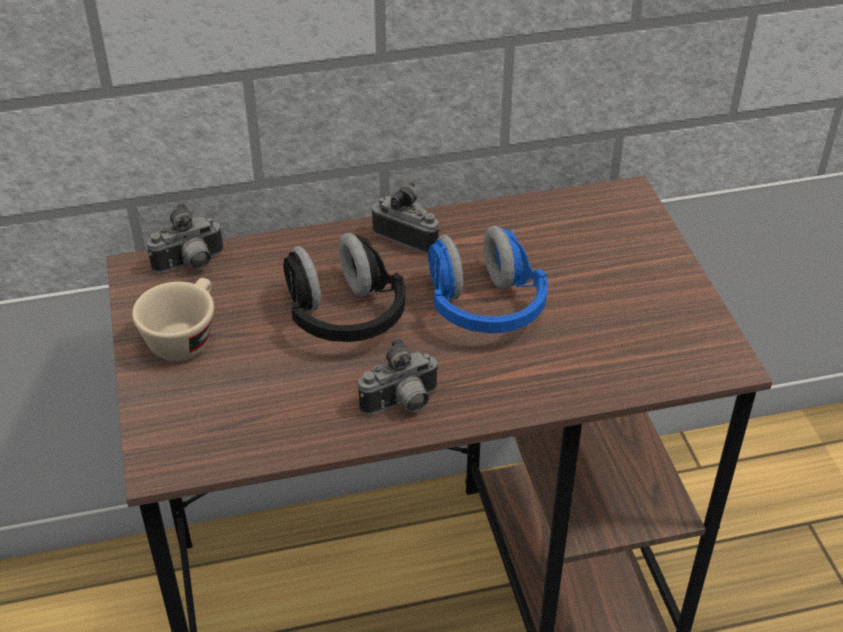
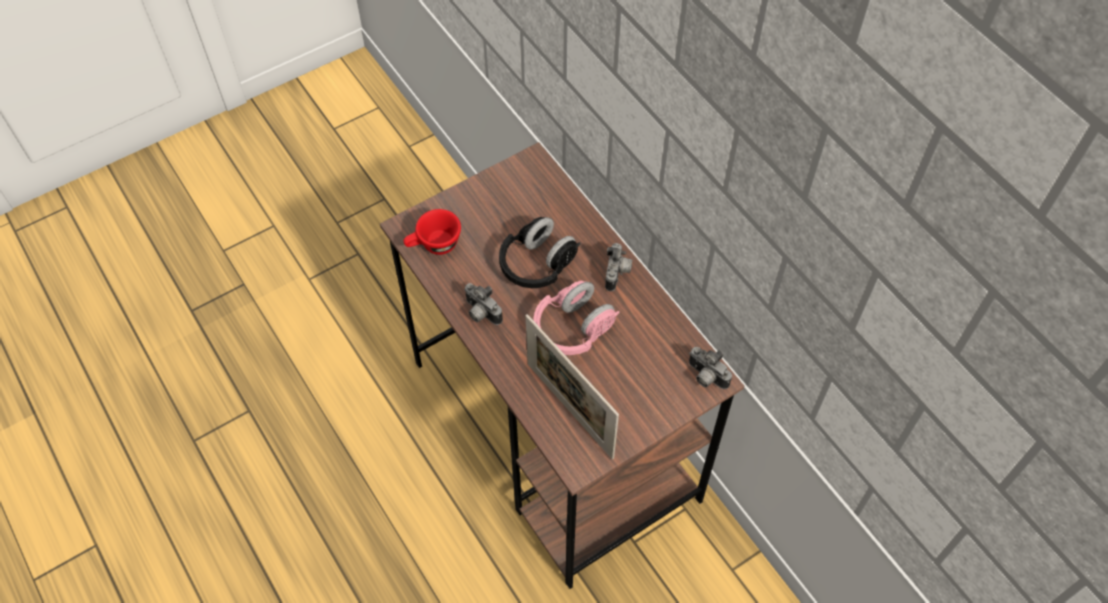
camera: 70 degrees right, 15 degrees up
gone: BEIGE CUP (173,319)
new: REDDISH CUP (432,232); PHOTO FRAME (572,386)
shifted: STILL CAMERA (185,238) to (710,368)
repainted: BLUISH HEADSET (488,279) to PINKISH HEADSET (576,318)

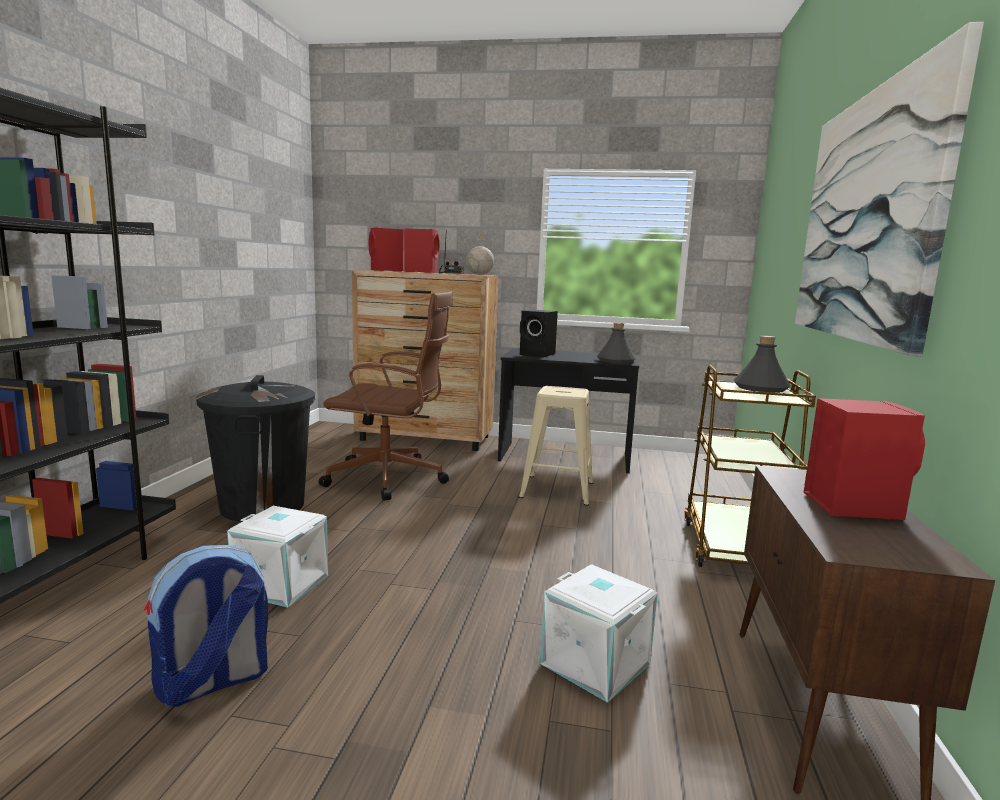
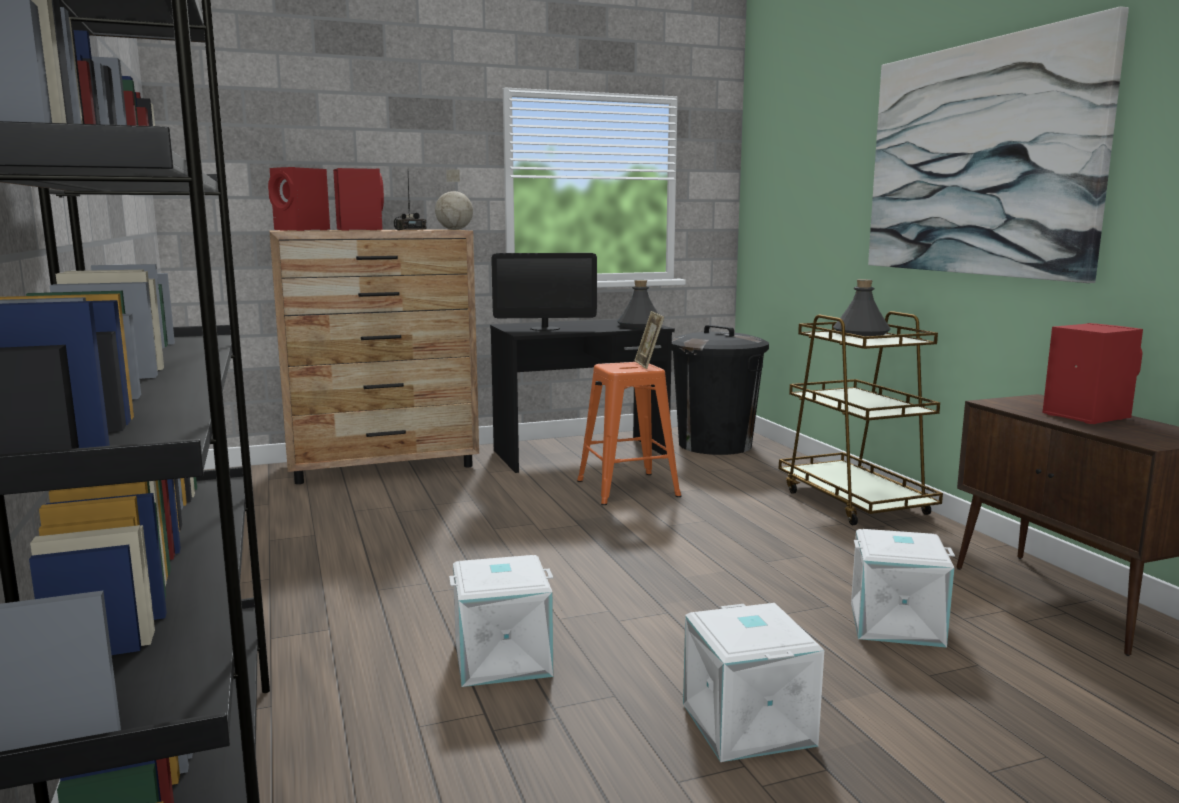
camera: 30 degrees left, 0 degrees up
gone: RUCKSACK (206,626); BROWN OFFICE CHAIR (386,396)
new: PHOTO FRAME (649,340); WHITISH STORAGE BOX (753,682)
shifted: BLACKISH WASTE BIN (255,448) to (720,390)
swapped: BLACKISH AUDIO SPEAKER (539,333) to MONITOR (544,292)
repainted: BEIGE STOOL (556,446) to ORANGEY STOOL (629,433)

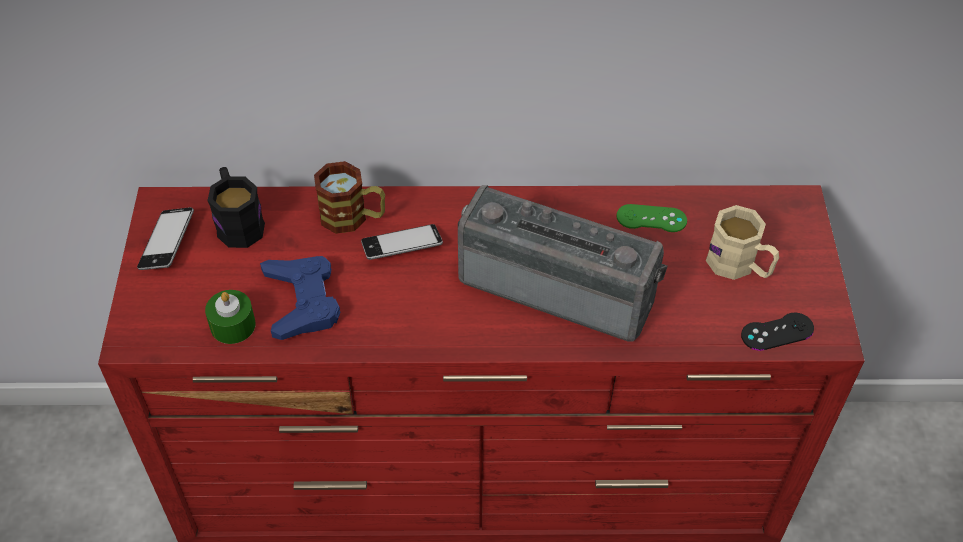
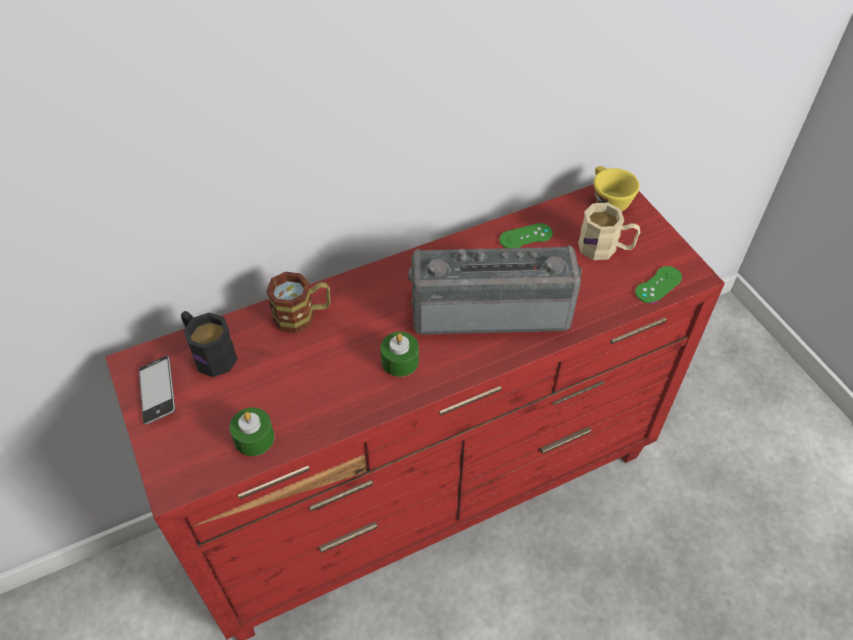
camera: 25 degrees left, 0 degrees up
gone: BLUISH GAME CONTROLLER (300,298); PHONE (402,242)
new: GREENISH WAX LIGHT (400,354); YELLOW-COLOURED CUP (617,188)
repainted: BLACKISH GAME CONTROLLER (777,332) to GREENISH GAME CONTROLLER (658,284)

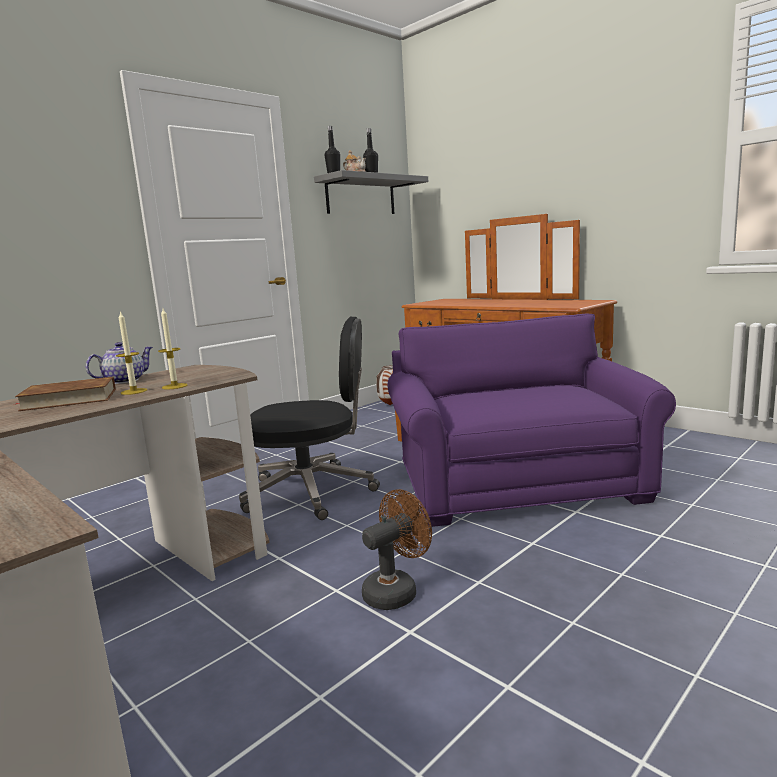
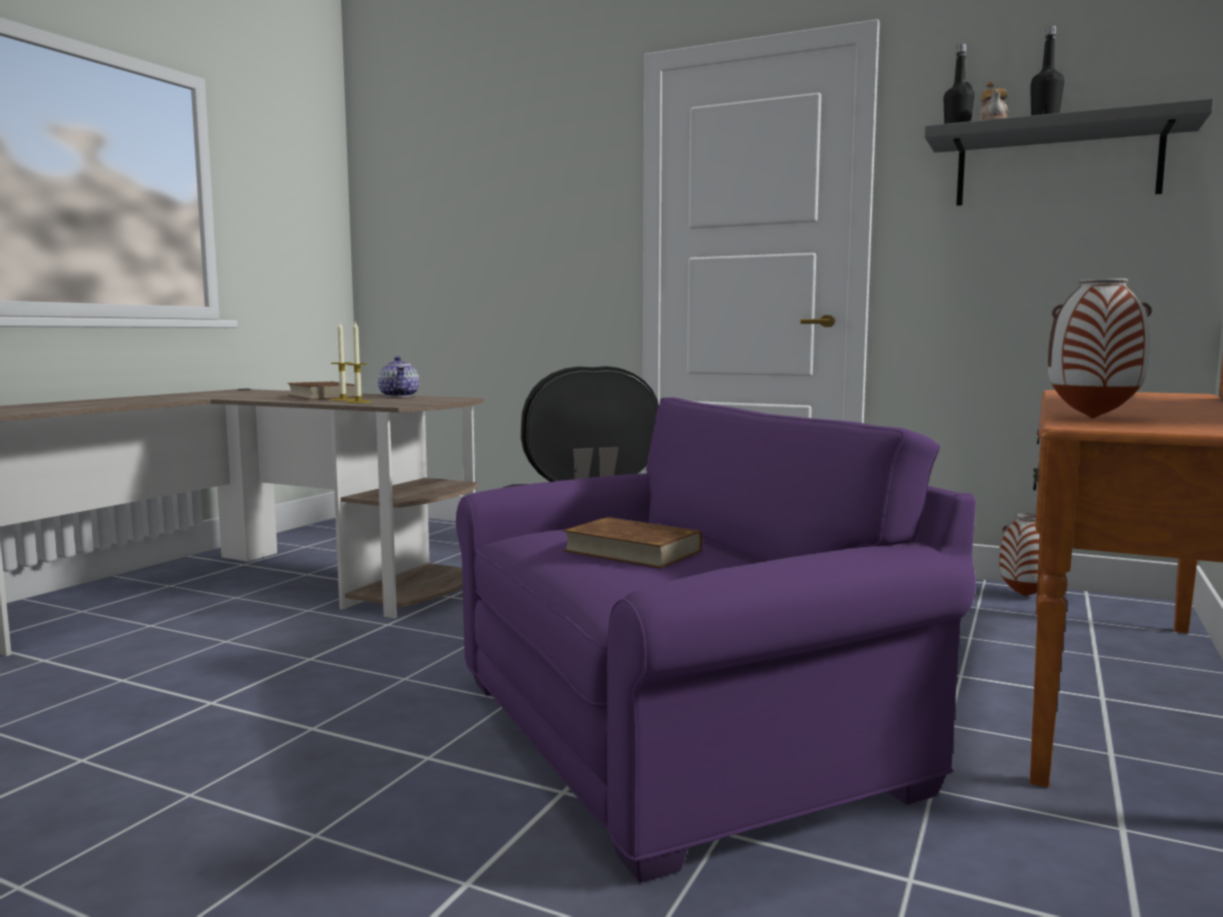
camera: 70 degrees right, 5 degrees down
gone: BROWN FAN (397,549)
new: BROWN BOUND BOOK (633,542); VASE (1100,348)
rotated: TEAPOT (119,363) = (398,376) 45 degrees clockwise

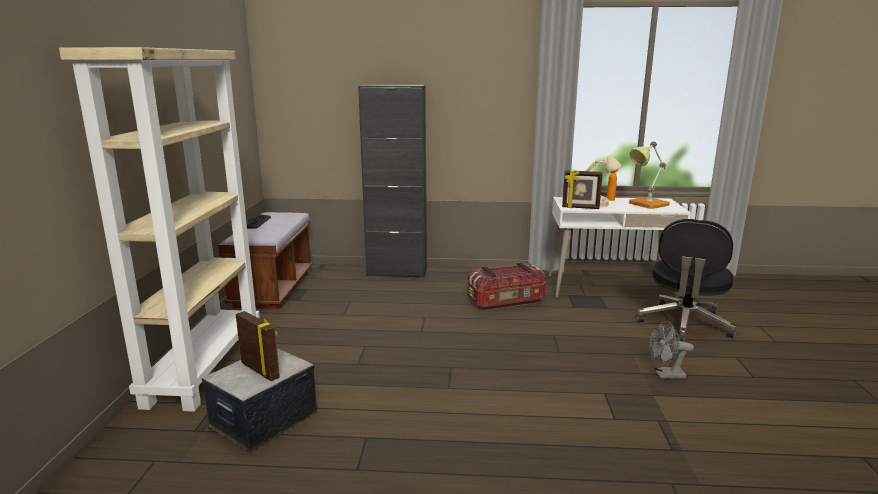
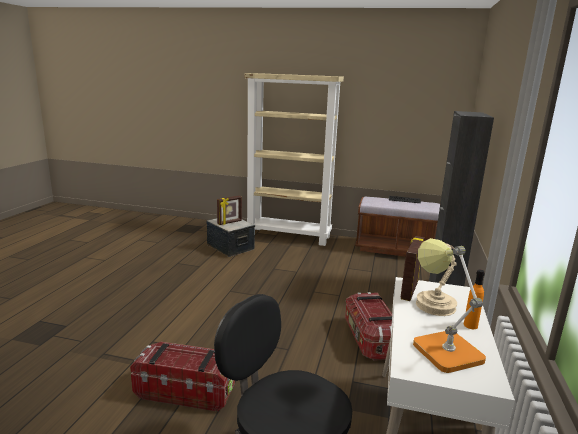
camera: 100 degrees right, 0 degrees up
swapped: GREY FAN (672,350) to STORAGE BOX (182,377)

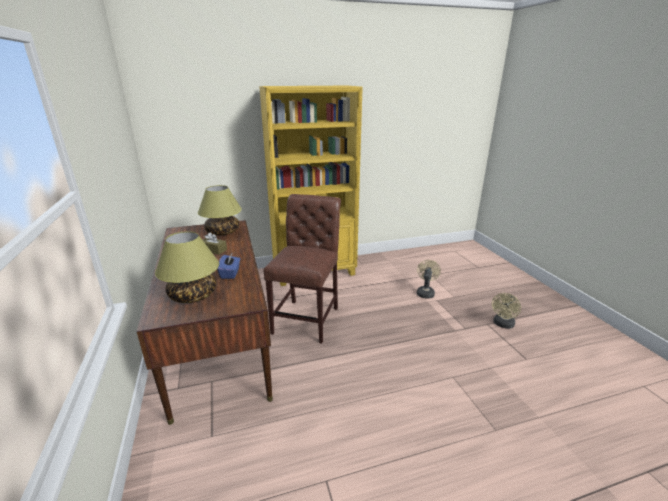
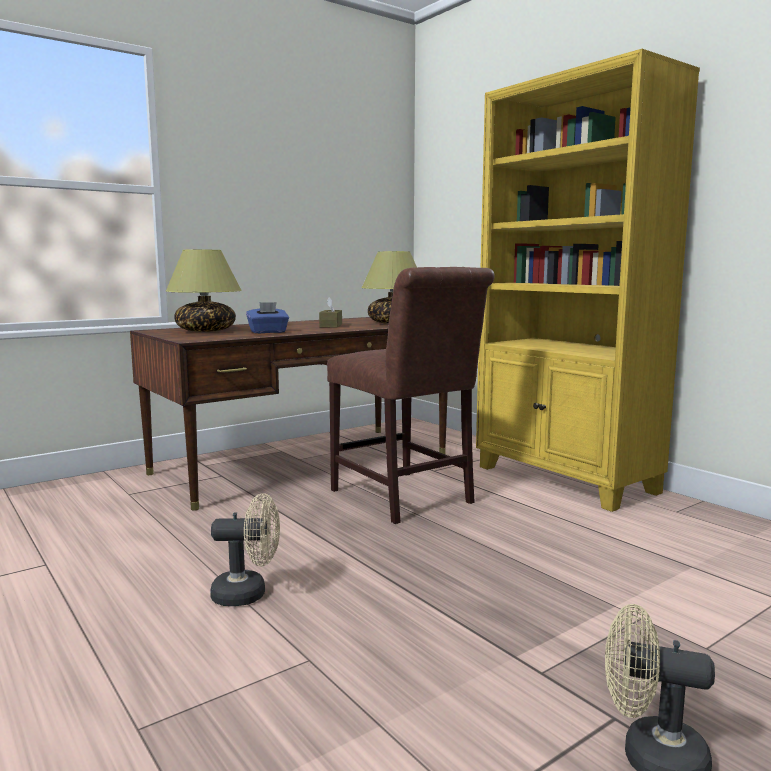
camera: 70 degrees right, 15 degrees down
shifted: BEIGE FAN (429,279) to (245,549)
rotated: BROWN UPRIGHT CHAIR (302,269) = (410,395) 60 degrees clockwise

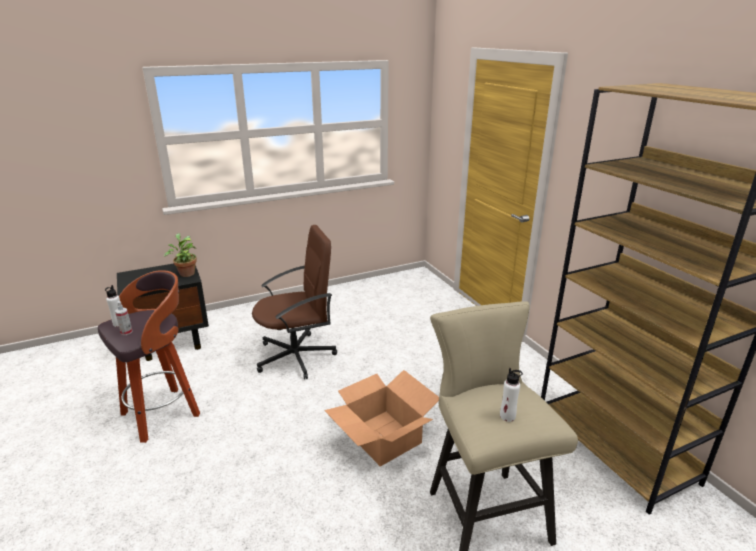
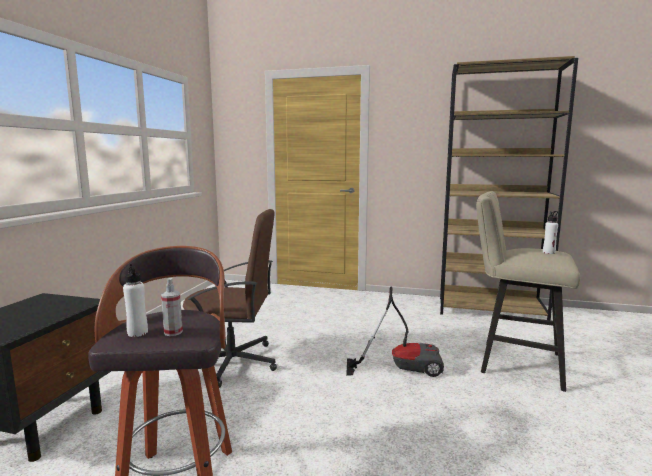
camera: 50 degrees left, 15 degrees down
gone: POTTED PLANT (180,255)
swapped: PACKING BOX (381,418) to HOOVER (395,331)
rotated: BROWN OFFICE CHAIR (294,302) = (230,298) 75 degrees clockwise

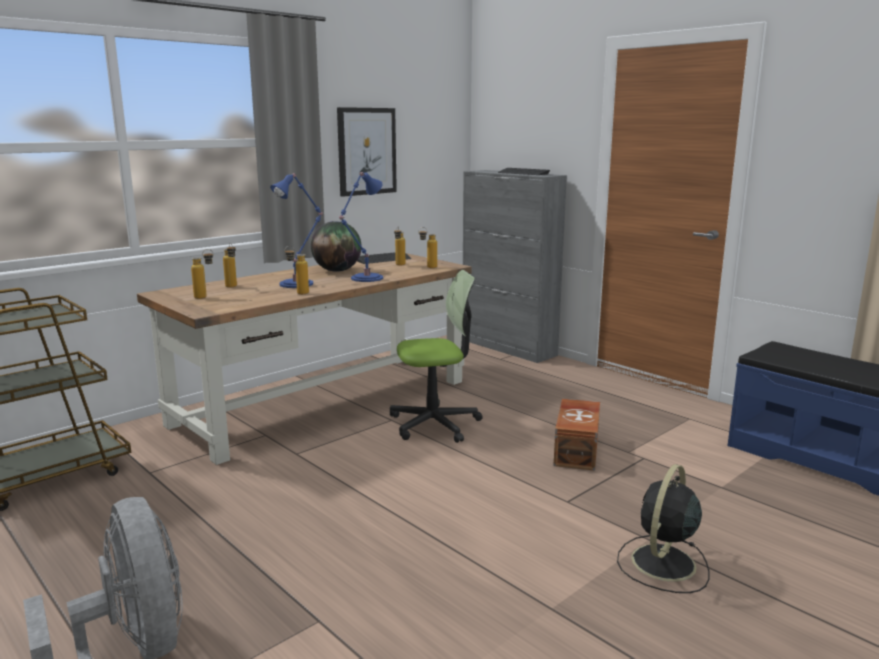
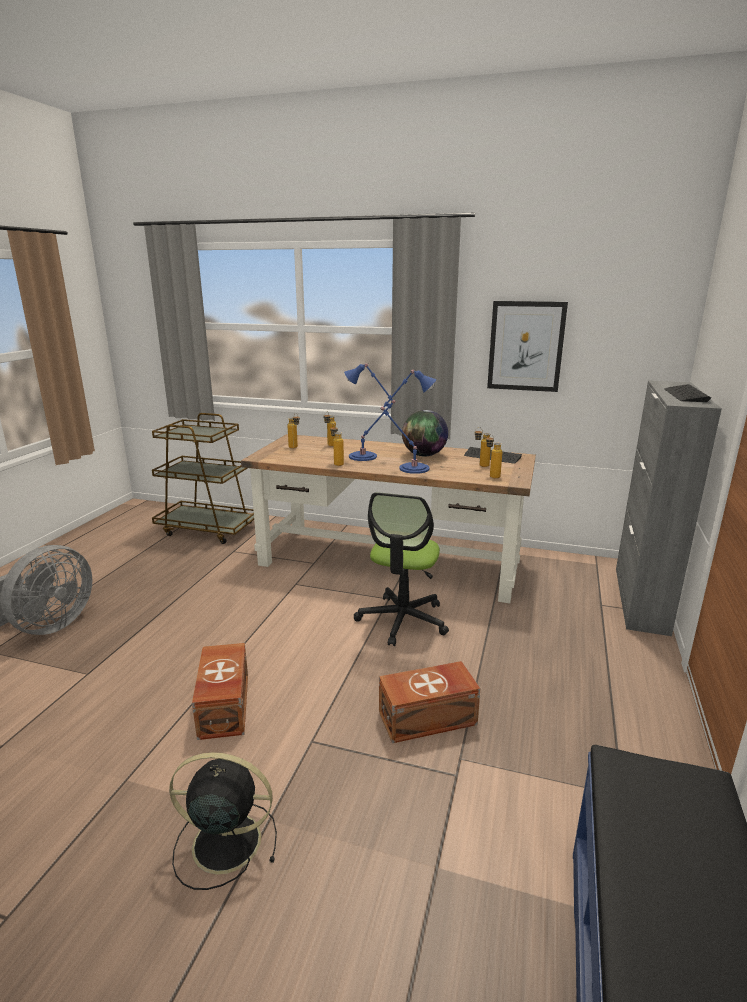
camera: 60 degrees right, 5 degrees up
new: BROWN STORAGE BOX (220,691)
rotated: OFFICE CHAIR (436,356) = (401,569) 60 degrees clockwise

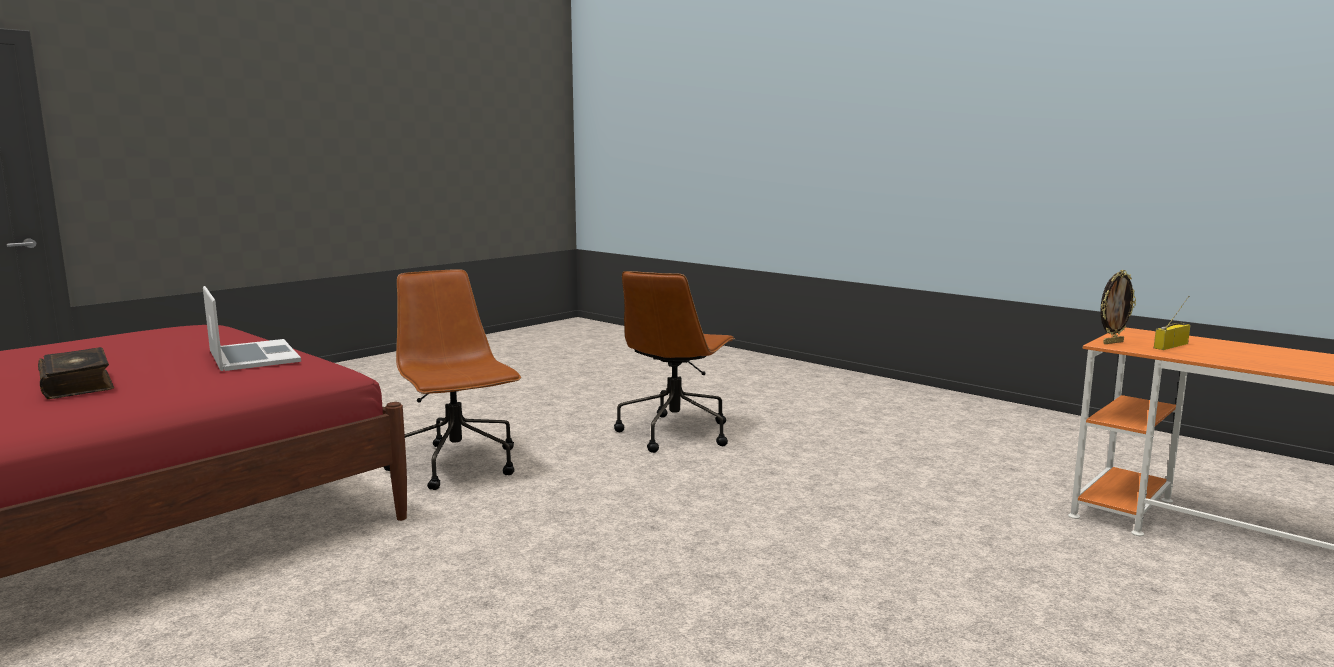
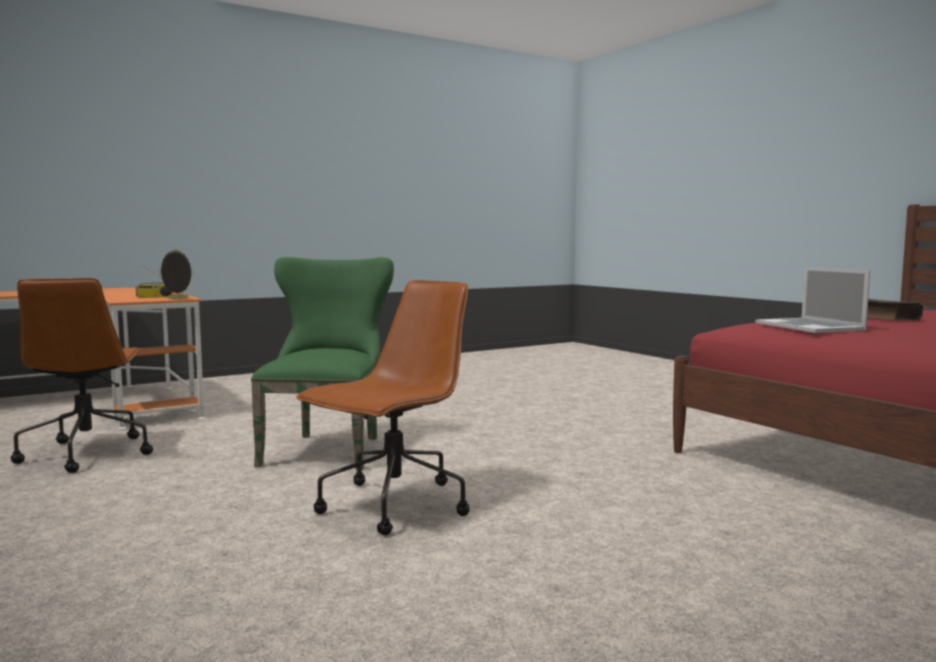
camera: 165 degrees left, 5 degrees down
new: GREENISH UPRIGHT CHAIR (322,364)
shifted: BROWN OFFICE CHAIR (452,379) to (82,375)

